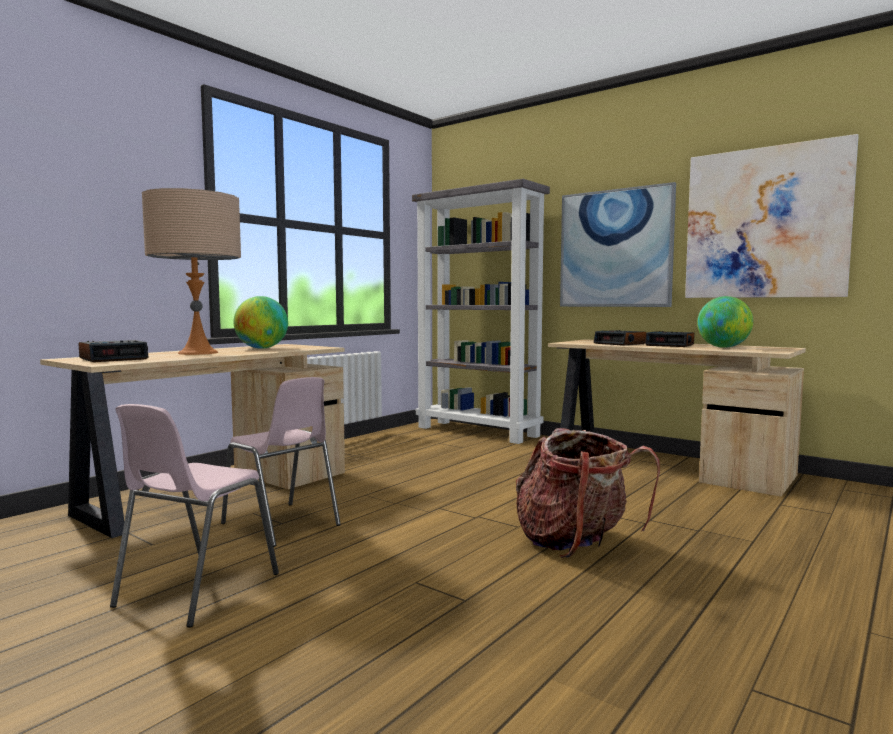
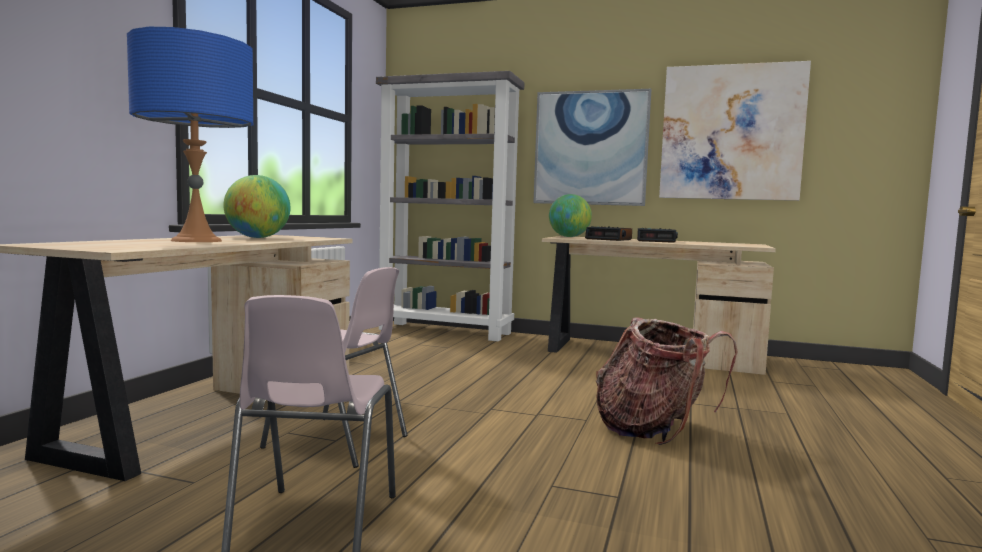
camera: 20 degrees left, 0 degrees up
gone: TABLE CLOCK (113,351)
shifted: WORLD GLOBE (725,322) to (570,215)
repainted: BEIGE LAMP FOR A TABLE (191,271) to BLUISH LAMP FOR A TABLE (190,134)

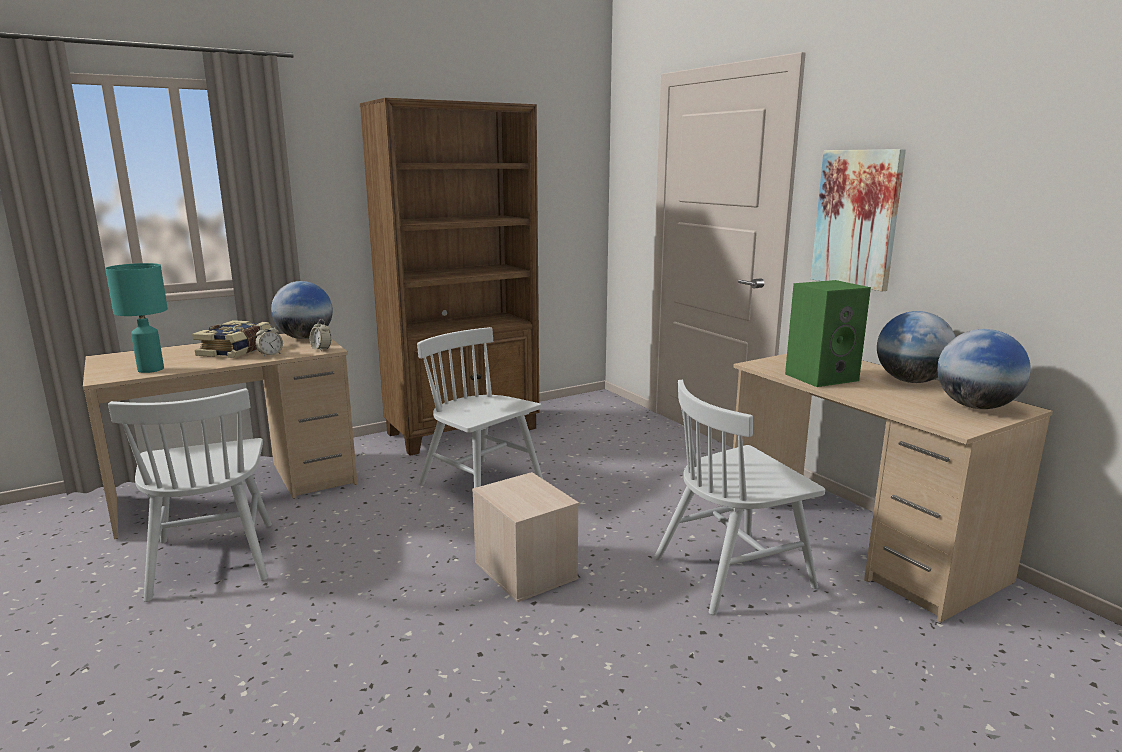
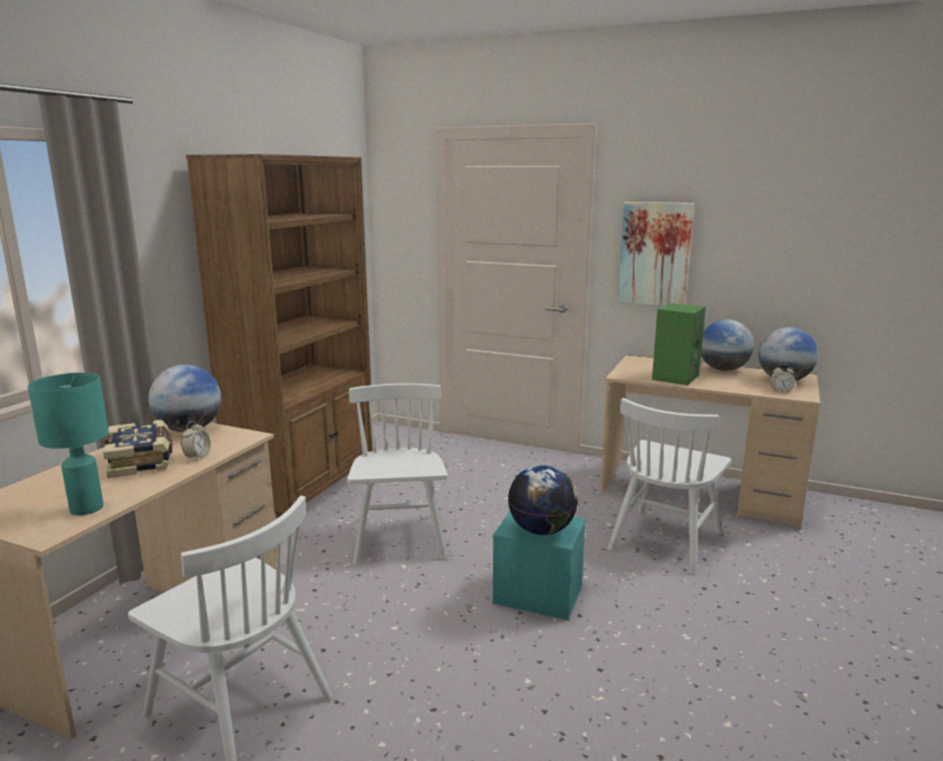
camera: 35 degrees left, 0 degrees up
new: WORLD GLOBE (543,500)
shifted: TABLE CLOCK (320,335) to (782,378)
repainted: BEIGE STORAGE BOX (525,537) to BLUE-GREEN STORAGE BOX (539,565)
rotated: WHITISH UPRIGHT CHAIR (480,407) = (397,474) 75 degrees clockwise

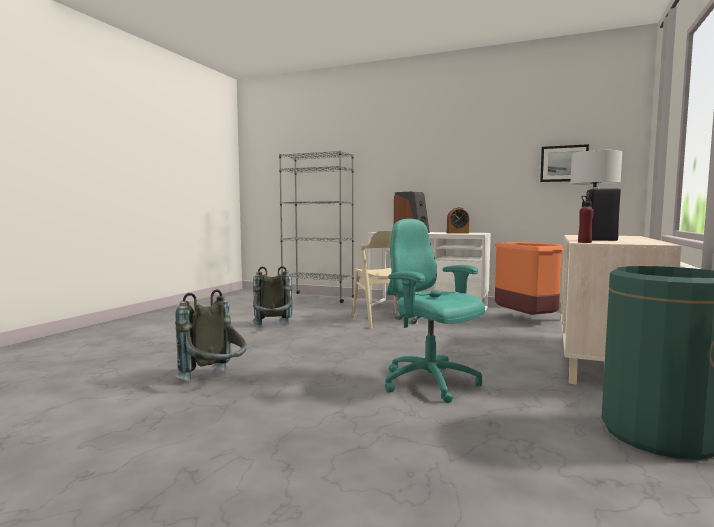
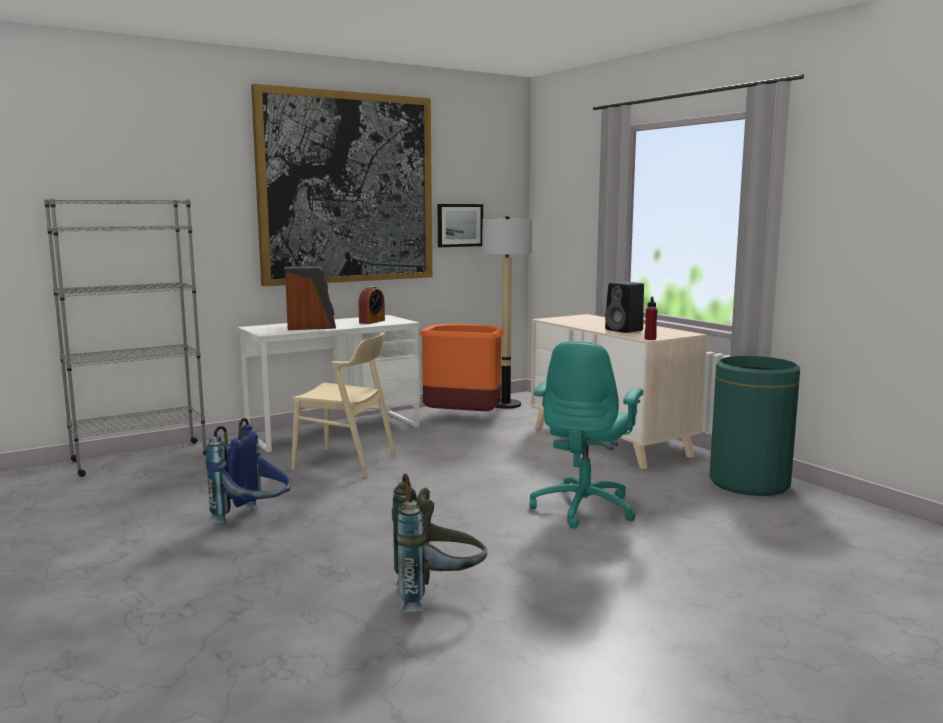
camera: 55 degrees left, 5 degrees up
new: WALL ART (341,185)
repainted: GREY RUCKSACK (272,295) to BLUISH RUCKSACK (248,471)
rotated: BLUE-GREEN OFFICE CHAIR (435,311) = (586,435) 60 degrees counterclockwise

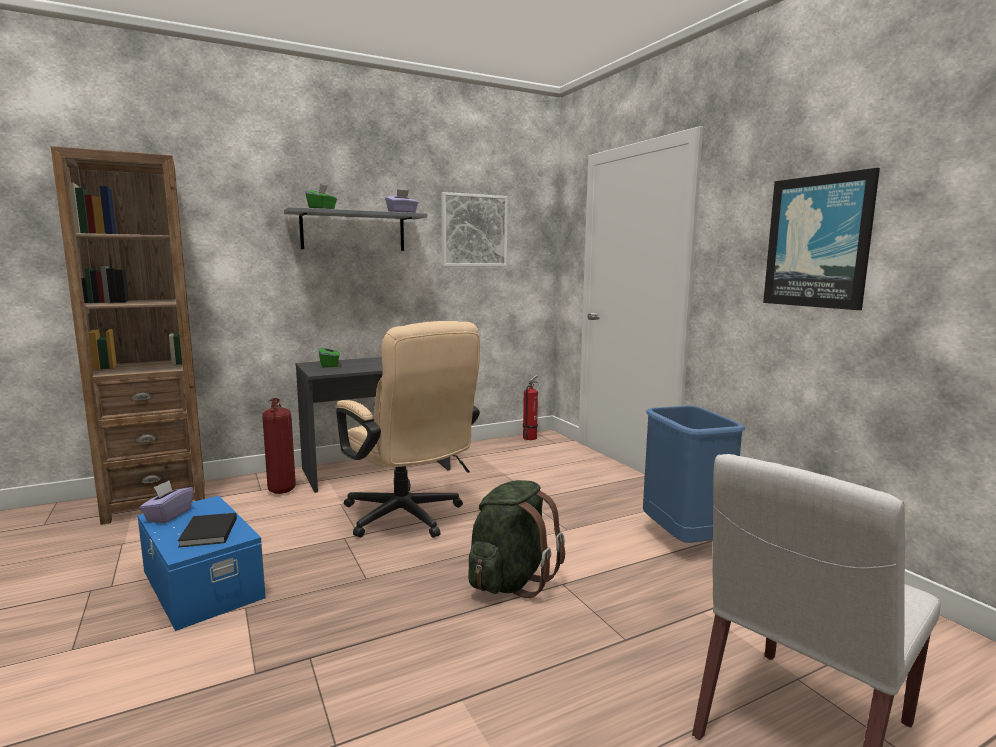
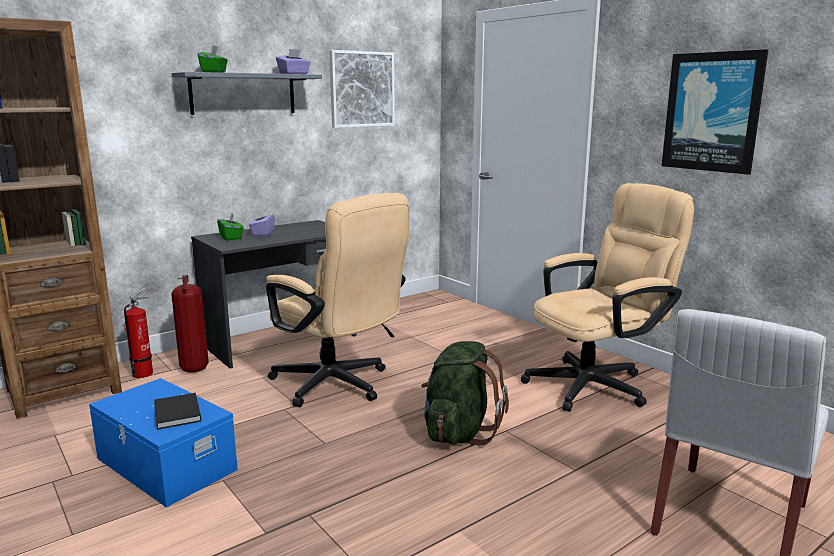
camera: 10 degrees left, 5 degrees up
shifted: PURPLE-COLOURED TISSUE BOX (166,502) to (262,222); FIRE-FIGHTING CYLINDER (530,407) to (138,333)
swapped: BLUISH WASTE BIN (694,474) to BEIGE OFFICE CHAIR (607,297)

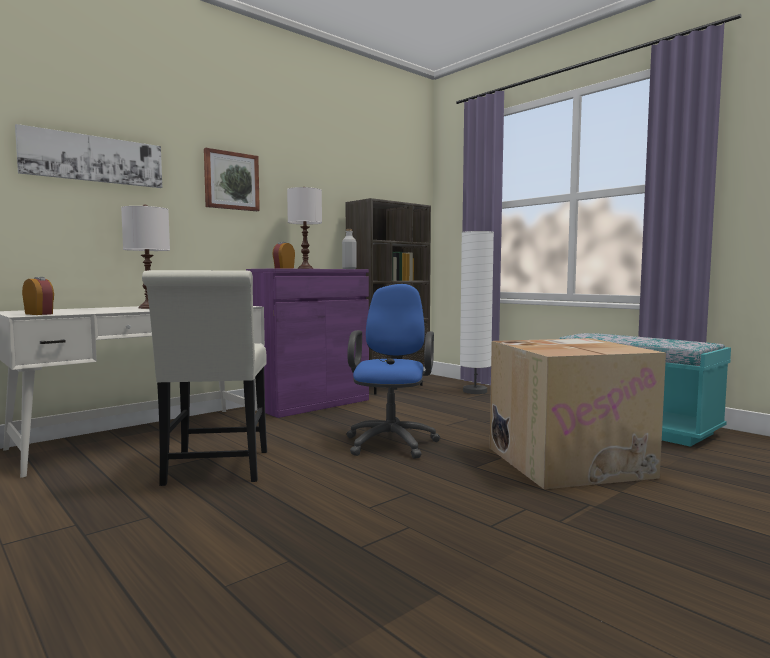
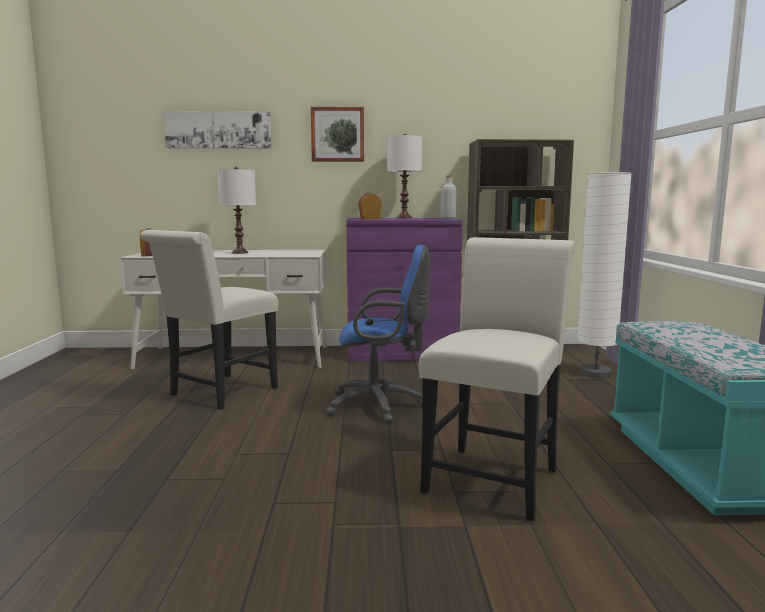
camera: 40 degrees right, 5 degrees up
swapped: PACKING BOX (578,413) to WHITISH UPRIGHT CHAIR (497,379)
rotated: BLUISH OFFICE CHAIR (393,371) = (378,334) 45 degrees clockwise

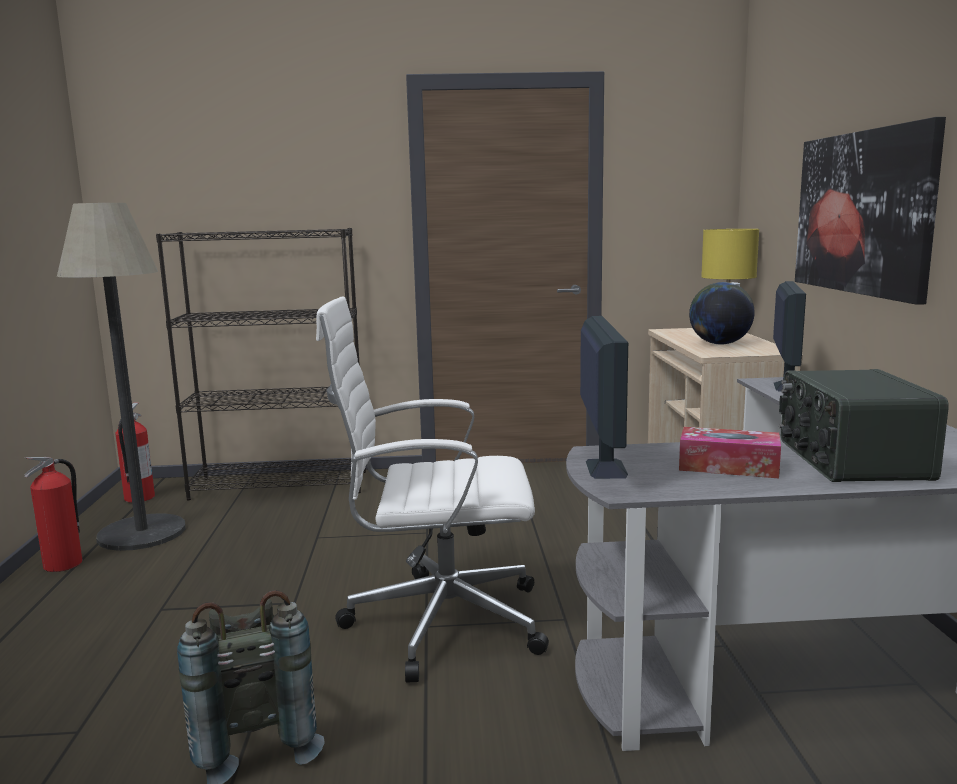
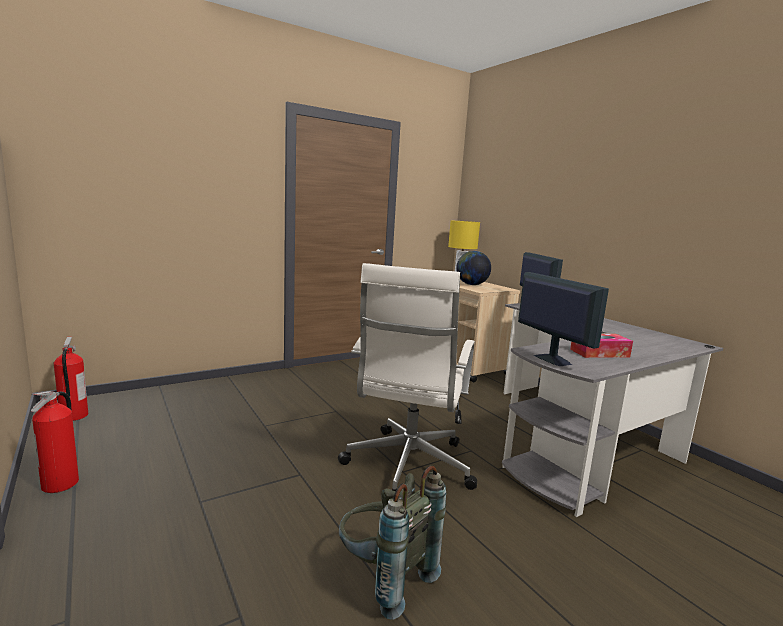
camera: 30 degrees left, 0 degrees up
gone: STANDING LAMP (121,377); BLACKISH BOOKCASE (261,364); RADIO RECEIVER (864,425); WALL ART (870,211)
rotated: WHITISH OFFICE CHAIR (432,489) = (407,377) 45 degrees counterclockwise

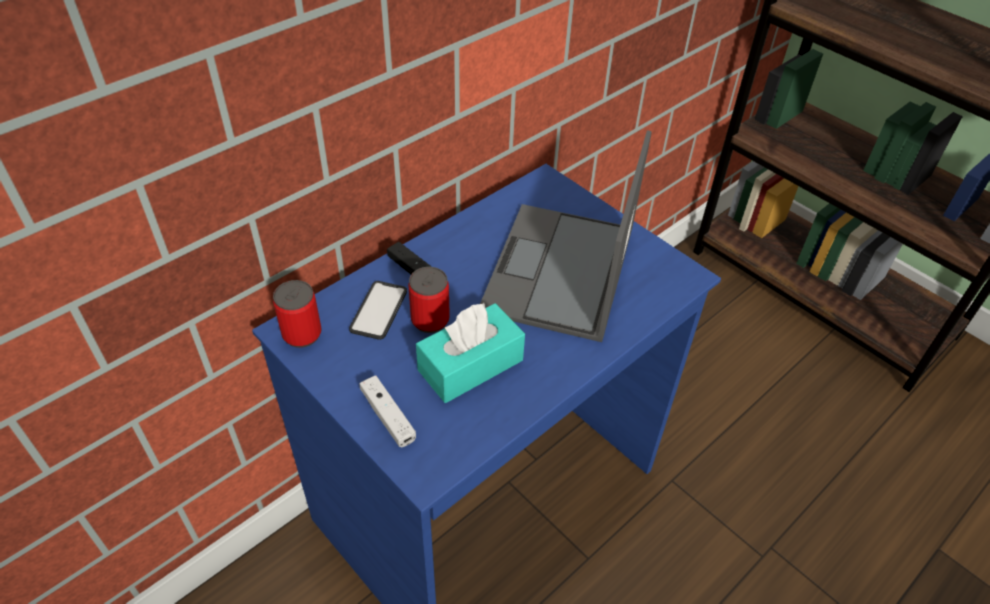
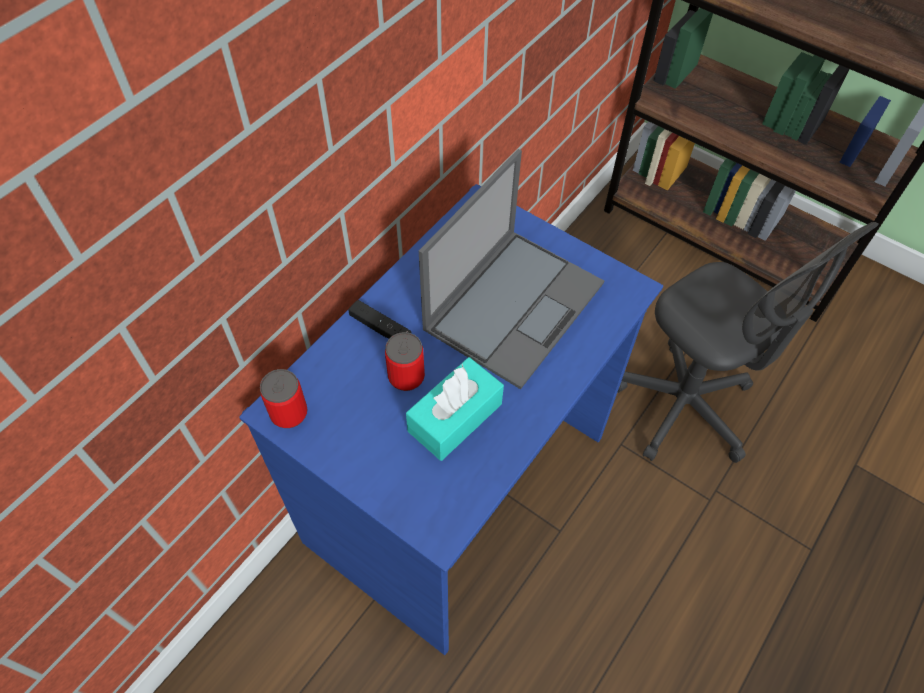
camera: 10 degrees left, 10 degrees up
gone: PHONE (378,310); WHITISH GAME CONTROLLER (388,411)
new: GREY OFFICE CHAIR (748,342)
rotated: NOTEBOOK COMPUTER (566,236) = (511,269) 150 degrees counterclockwise

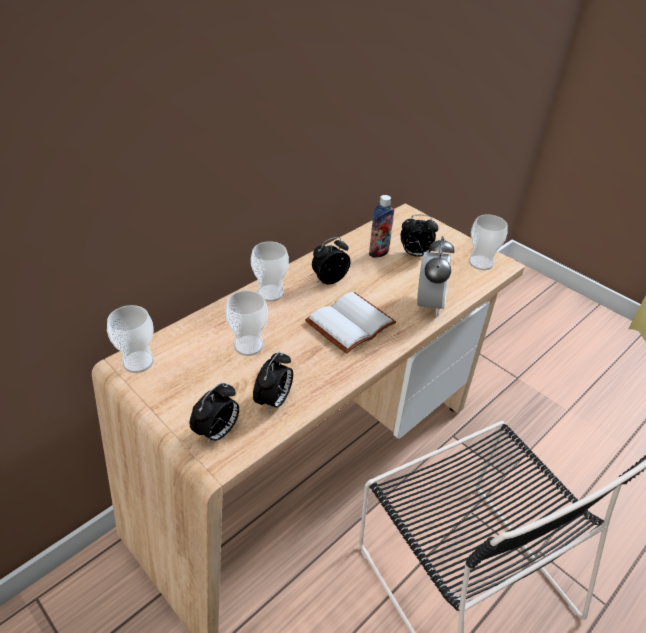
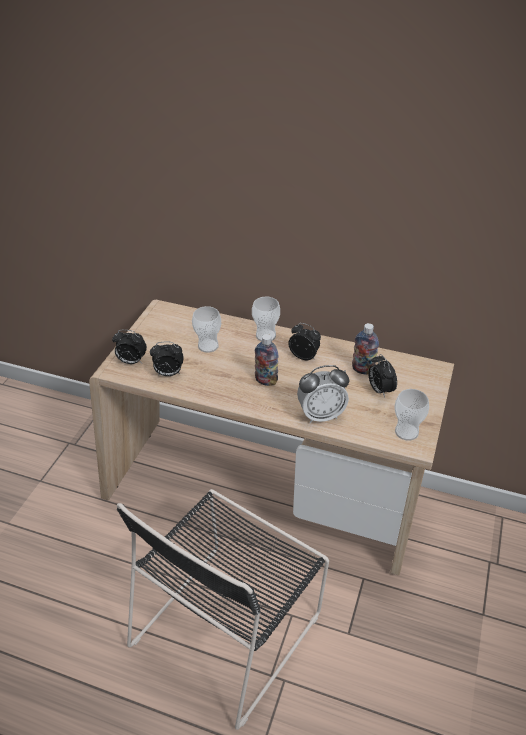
camera: 65 degrees right, 0 degrees up
gone: CUP (130,339)
swapped: WHITISH BOUND BOOK (350,323) to BOTTLE (266,360)

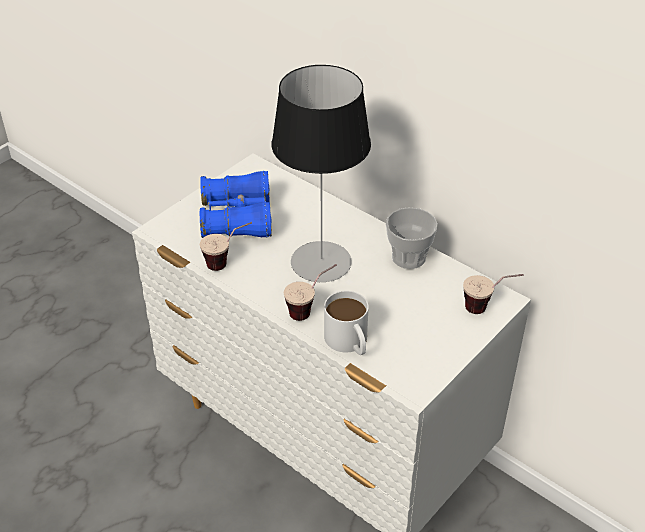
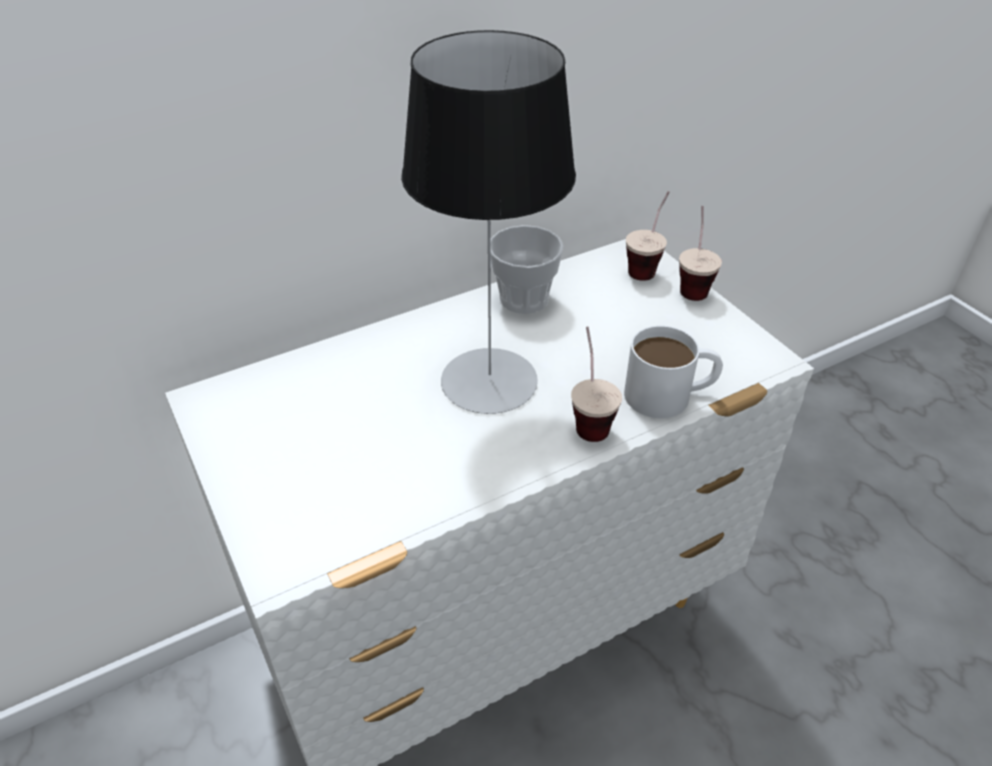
camera: 70 degrees left, 0 degrees up
gone: BLUISH BINOCULARS (236,204)
shifted: CUP (226,246) to (700,253)

